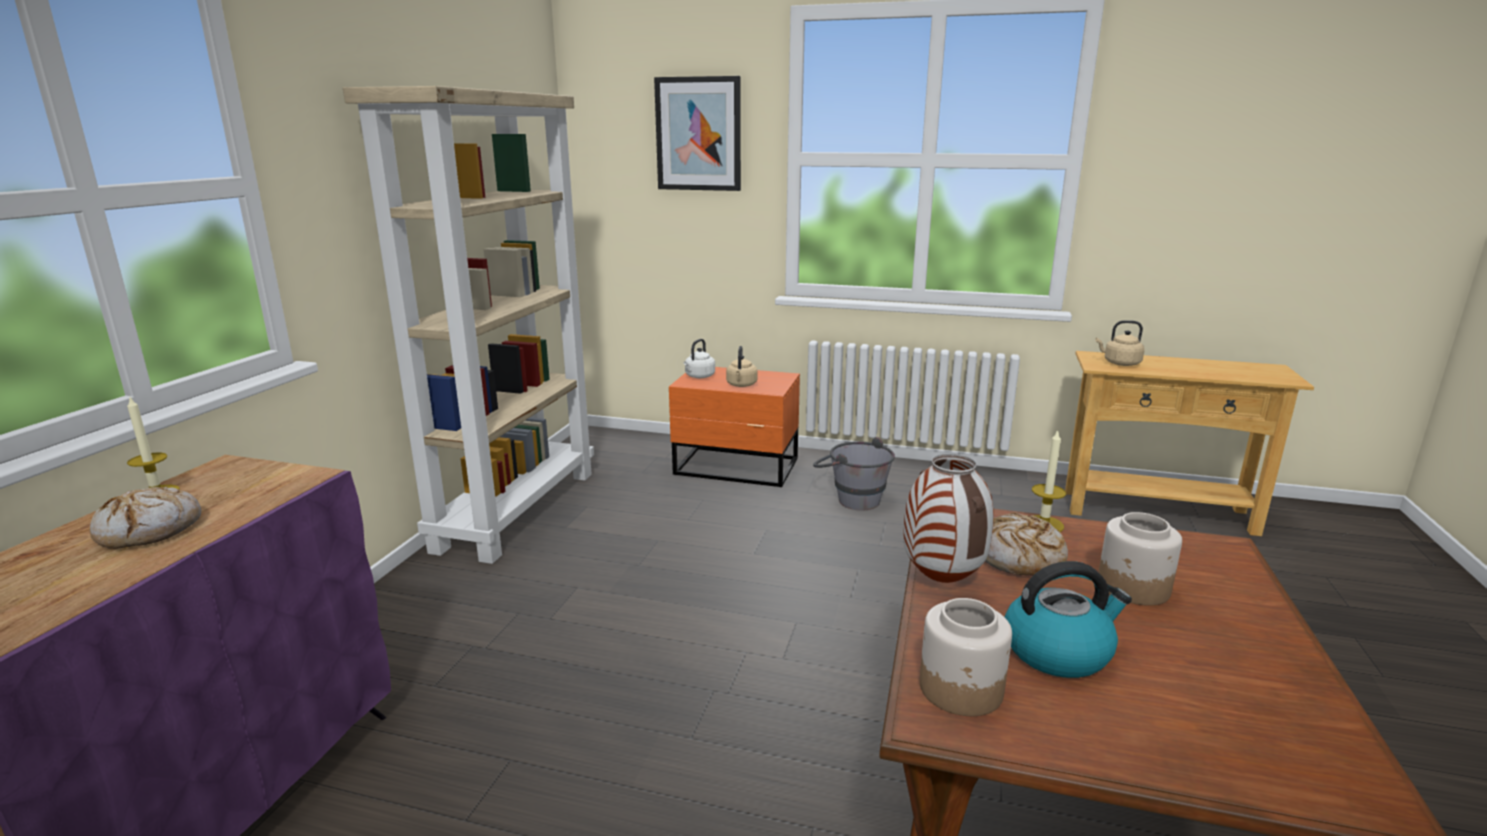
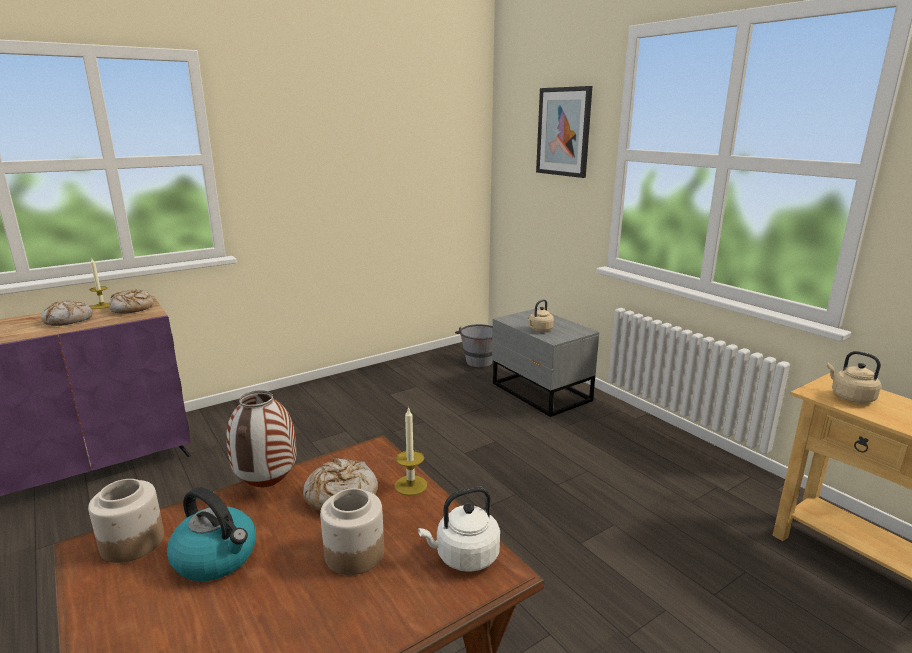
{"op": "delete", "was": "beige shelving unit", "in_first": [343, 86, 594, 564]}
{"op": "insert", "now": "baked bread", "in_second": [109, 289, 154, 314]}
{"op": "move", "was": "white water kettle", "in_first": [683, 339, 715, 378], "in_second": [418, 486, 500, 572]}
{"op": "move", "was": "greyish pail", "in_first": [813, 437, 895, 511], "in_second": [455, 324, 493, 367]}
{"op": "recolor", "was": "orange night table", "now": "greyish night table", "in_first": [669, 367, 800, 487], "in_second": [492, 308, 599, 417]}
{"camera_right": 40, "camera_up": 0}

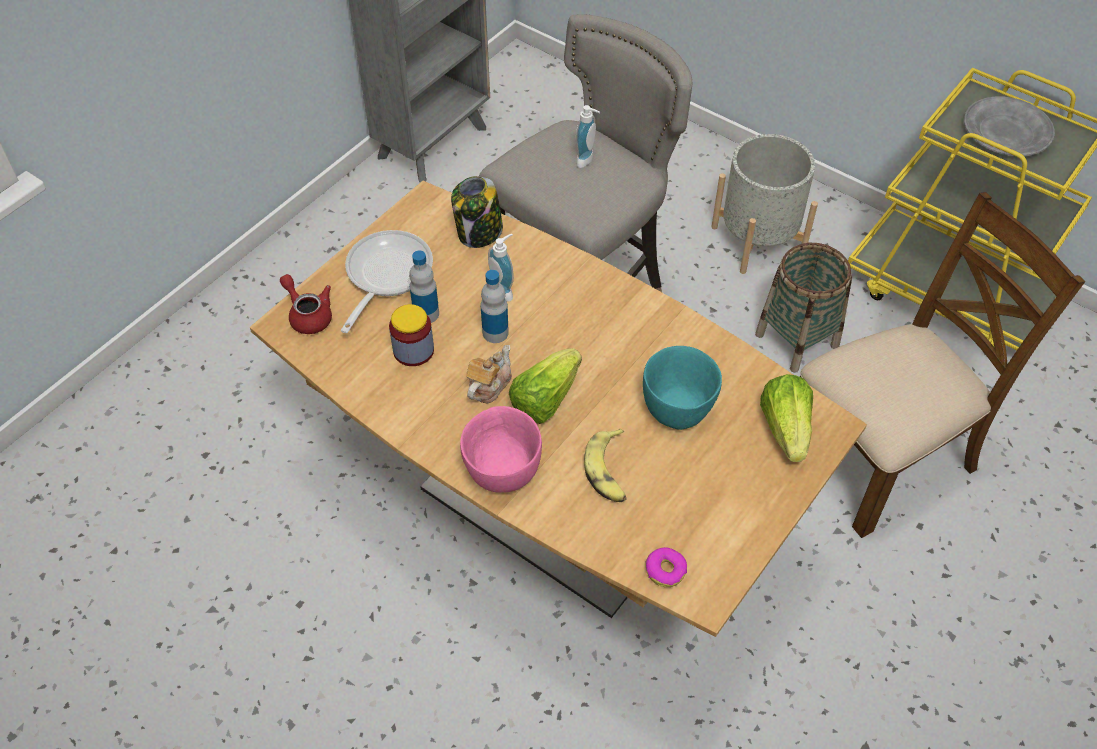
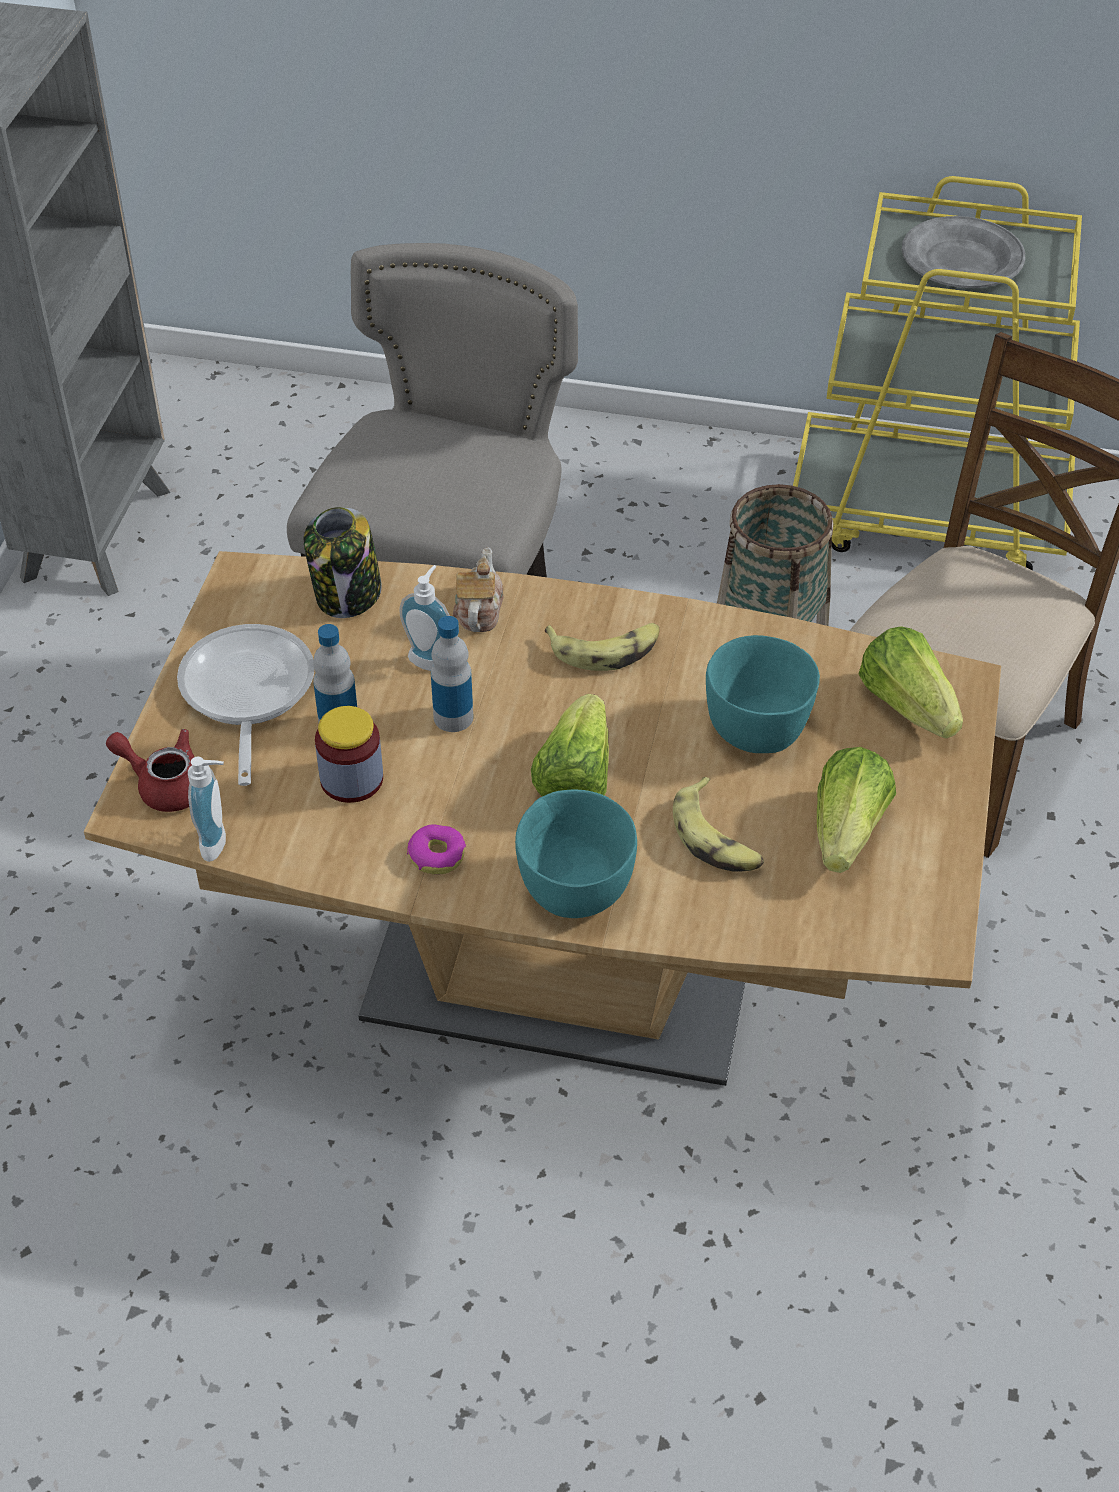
{"op": "delete", "was": "greyish planter", "in_first": [711, 134, 818, 274]}
{"op": "insert", "now": "whole banana", "in_second": [545, 623, 660, 671]}
{"op": "insert", "now": "head of lettuce", "in_second": [817, 747, 896, 873]}
{"op": "move", "was": "pot for tea", "in_first": [466, 345, 512, 403], "in_second": [453, 547, 503, 632]}
{"op": "move", "was": "liquid soap bottle", "in_first": [576, 105, 600, 168], "in_second": [188, 757, 226, 862]}
{"op": "move", "was": "doughnut", "in_first": [646, 547, 687, 587], "in_second": [407, 824, 466, 875]}
{"op": "recolor", "was": "pink-coloured serving bowl", "now": "blue-green serving bowl", "in_first": [460, 406, 542, 493], "in_second": [515, 790, 637, 918]}
{"camera_right": -25, "camera_up": -5}

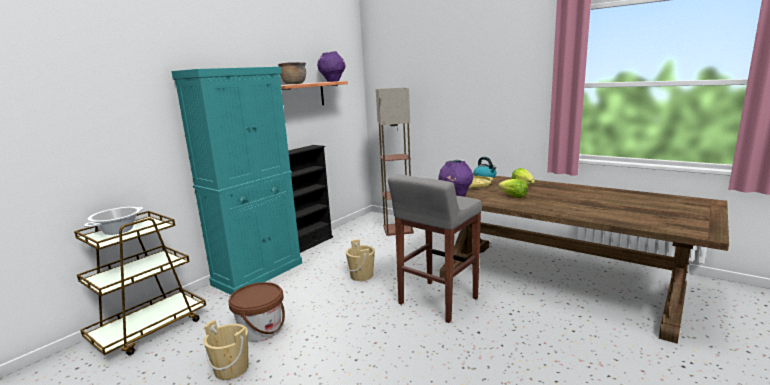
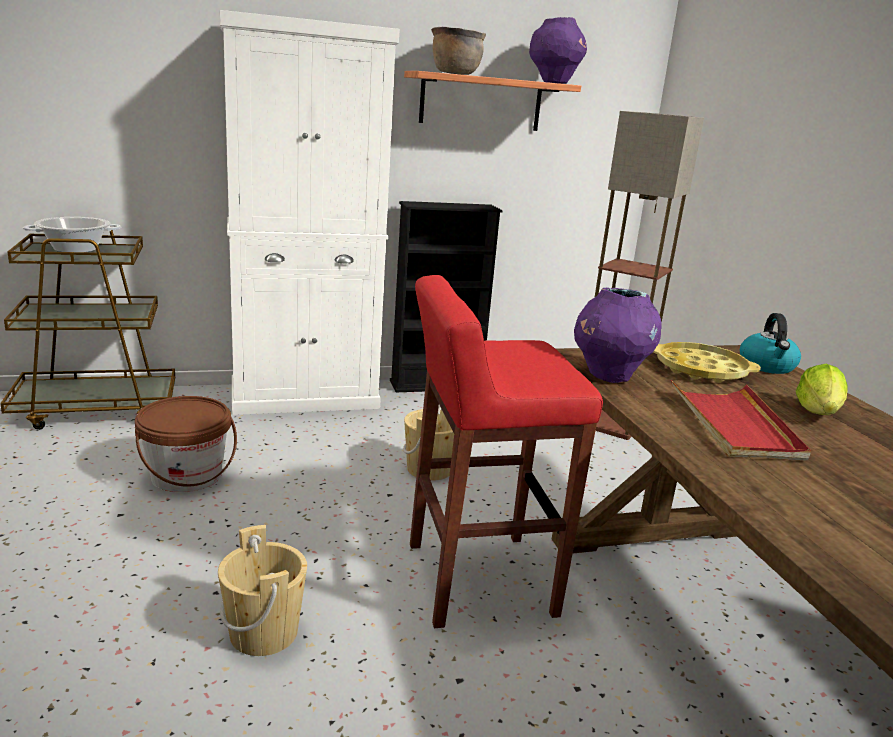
{"op": "move", "was": "beige pail", "in_first": [203, 320, 249, 380], "in_second": [218, 525, 307, 656]}
{"op": "replace", "was": "head of lettuce", "now": "red tray", "in_first": [498, 179, 528, 198], "in_second": [671, 380, 811, 461]}
{"op": "recolor", "was": "blue-green cupboard", "now": "white cupboard", "in_first": [171, 67, 302, 295], "in_second": [220, 10, 400, 415]}
{"op": "recolor", "was": "greyish sitting stool", "now": "red sitting stool", "in_first": [388, 174, 482, 323], "in_second": [410, 275, 603, 628]}
{"camera_right": 35, "camera_up": 5}

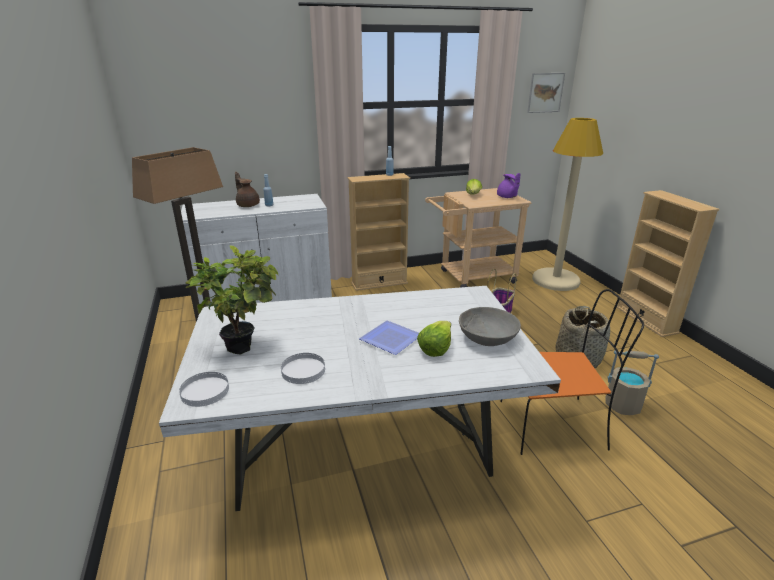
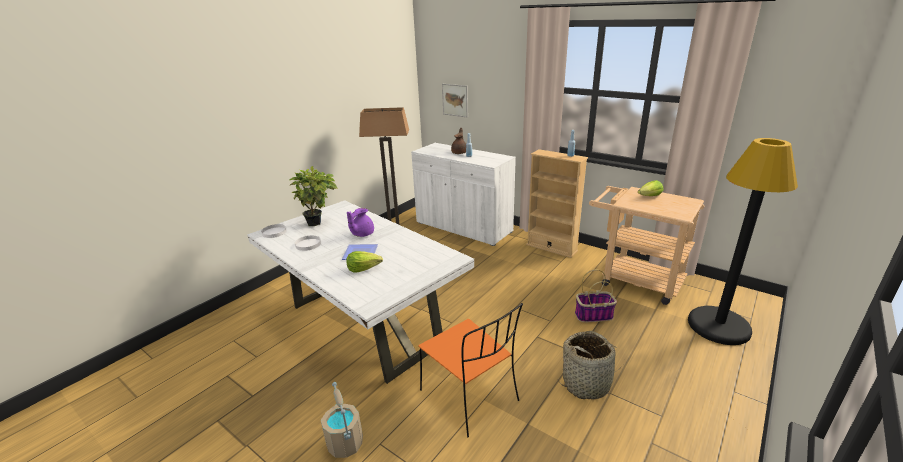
{"op": "delete", "was": "greyish serving bowl", "in_first": [459, 307, 521, 346]}
{"op": "delete", "was": "beige shelving unit", "in_first": [616, 190, 719, 337]}
{"op": "move", "was": "purplish pot for tea", "in_first": [497, 173, 521, 198], "in_second": [347, 208, 374, 237]}
{"op": "move", "was": "picture", "in_first": [527, 73, 565, 113], "in_second": [442, 84, 468, 117]}
{"op": "move", "was": "beige pail", "in_first": [605, 350, 659, 415], "in_second": [321, 382, 363, 458]}
{"op": "recolor", "was": "beige standing lamp", "now": "blackish standing lamp", "in_first": [532, 118, 603, 291], "in_second": [688, 138, 798, 345]}
{"camera_right": 55, "camera_up": 0}

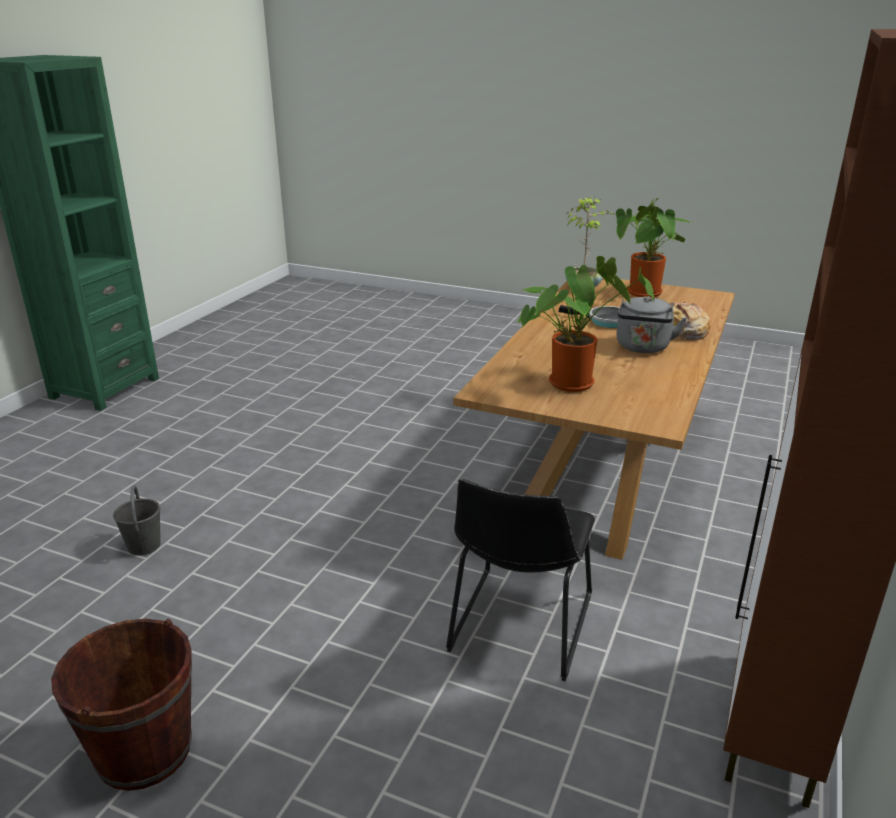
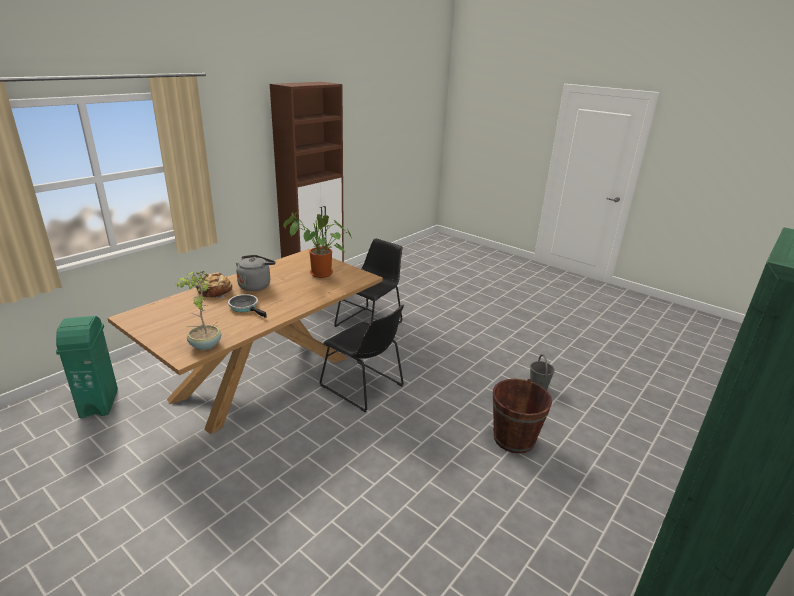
{"op": "delete", "was": "plant in a pot", "in_first": [616, 198, 692, 298]}
{"op": "insert", "now": "green-coloured rubbish bin", "in_second": [56, 316, 118, 419]}
{"op": "insert", "now": "blackish upright chair", "in_second": [319, 305, 404, 412]}
{"op": "move", "was": "brown-coloured pail", "in_first": [51, 619, 192, 791], "in_second": [493, 379, 552, 454]}
{"camera_right": -165, "camera_up": 0}

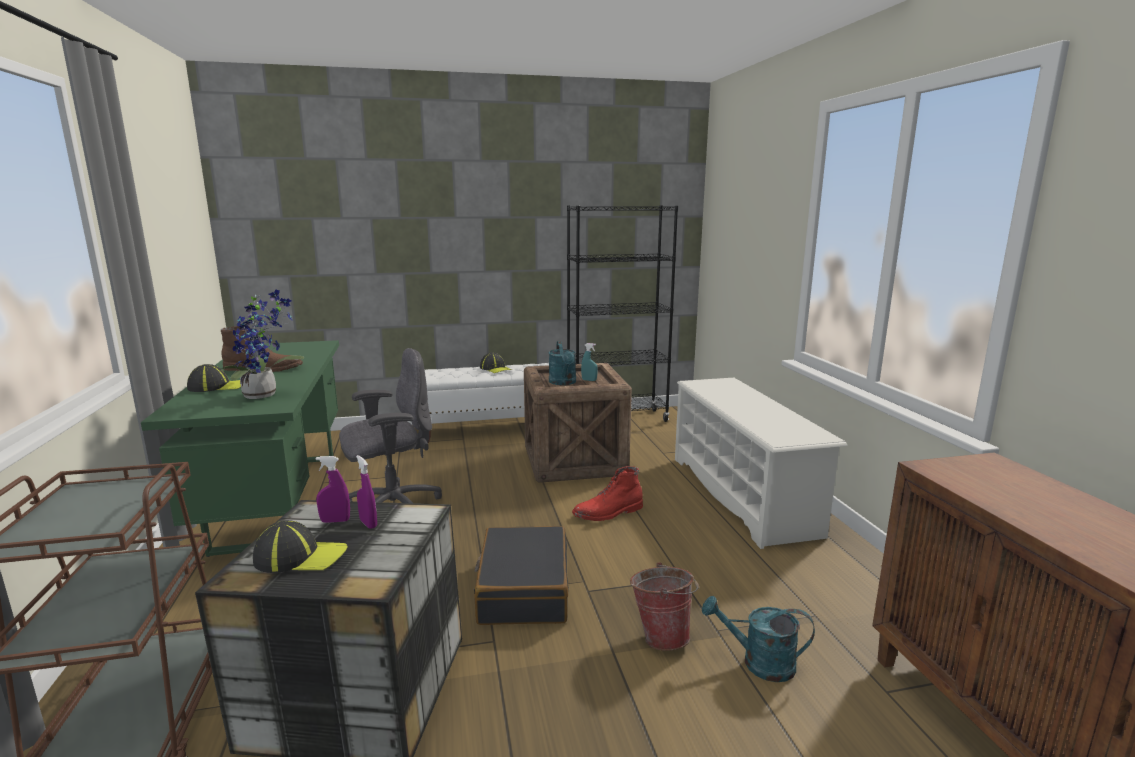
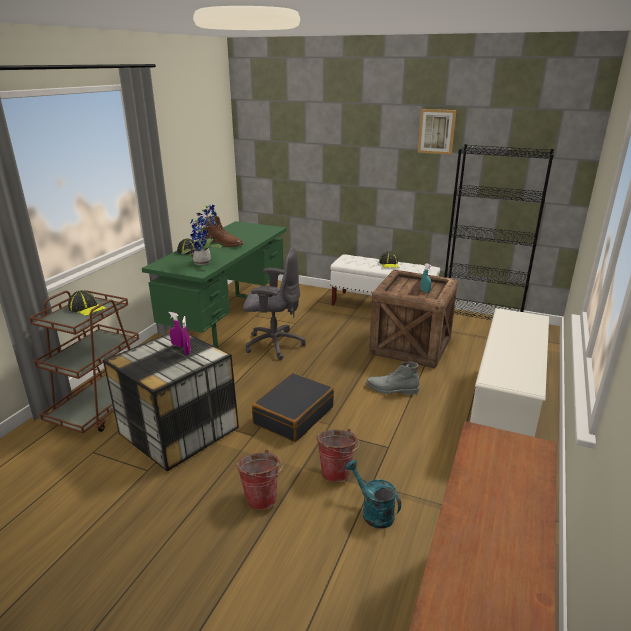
{"op": "delete", "was": "blue-green watering pot", "in_first": [548, 341, 576, 385]}
{"op": "insert", "now": "pail", "in_second": [236, 450, 283, 510]}
{"op": "insert", "now": "picture", "in_second": [417, 109, 456, 155]}
{"op": "move", "was": "peaked cap", "in_first": [253, 520, 348, 573], "in_second": [68, 290, 106, 316]}
{"op": "recolor", "was": "red boot", "now": "greyish boot", "in_first": [572, 466, 643, 521], "in_second": [366, 362, 420, 395]}
{"camera_right": 35, "camera_up": 10}

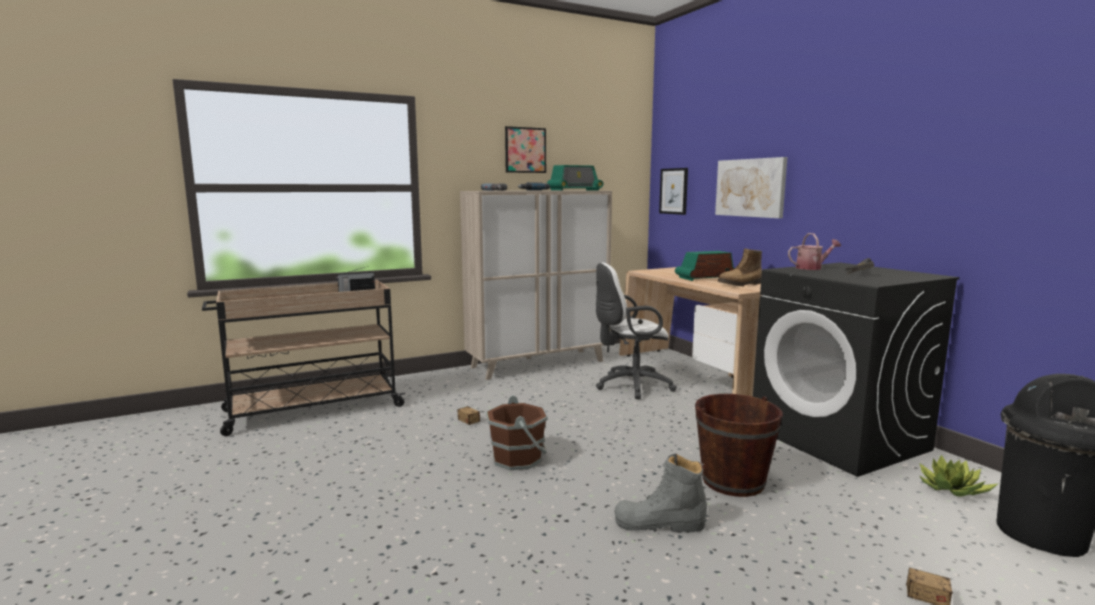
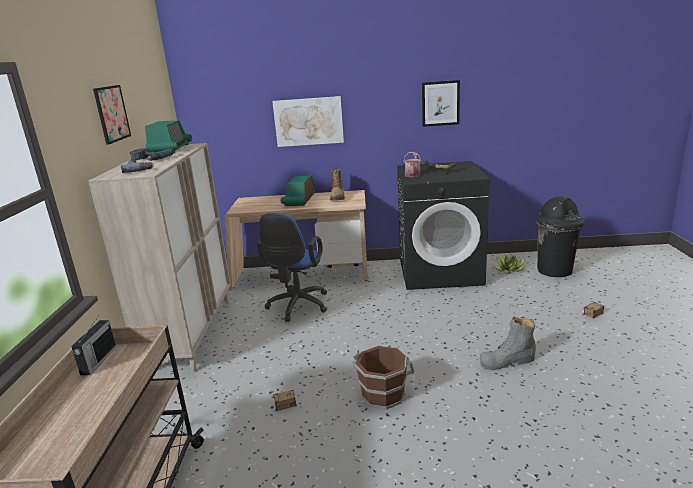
{"op": "delete", "was": "brown-coloured pail", "in_first": [695, 394, 782, 497]}
{"op": "move", "was": "picture", "in_first": [659, 168, 688, 215], "in_second": [422, 80, 460, 127]}
{"op": "recolor", "was": "white office chair", "now": "blue office chair", "in_first": [596, 263, 677, 399], "in_second": [257, 213, 327, 322]}
{"op": "rotate", "was": "greyish boot", "in_first": [614, 454, 707, 533], "in_second": [480, 316, 536, 370], "clockwise": 45}
{"camera_right": -60, "camera_up": 10}

